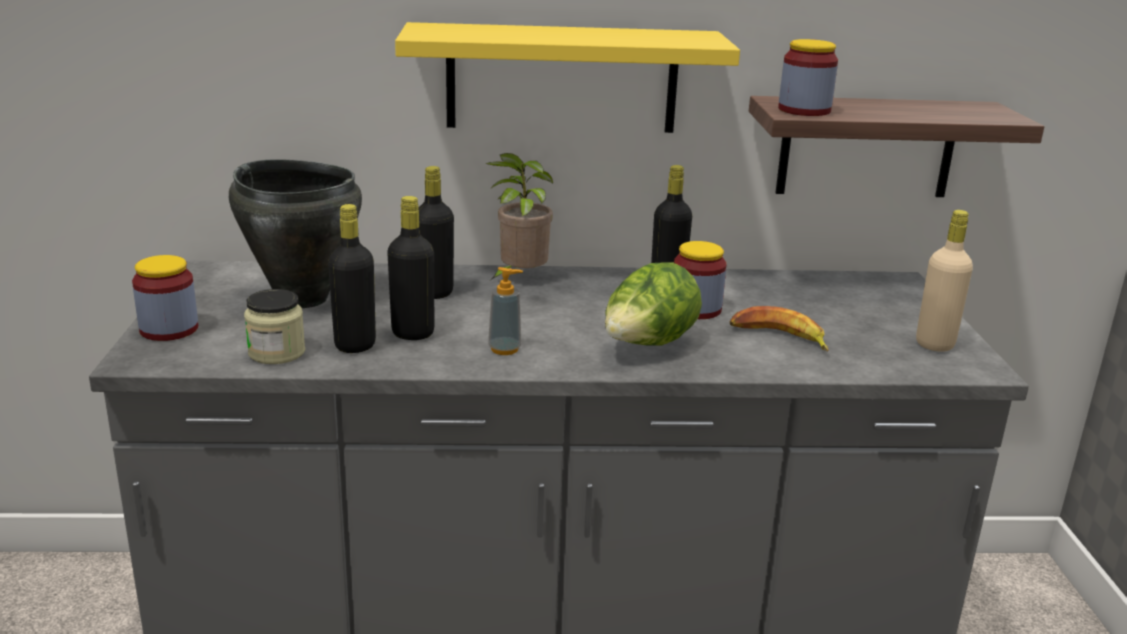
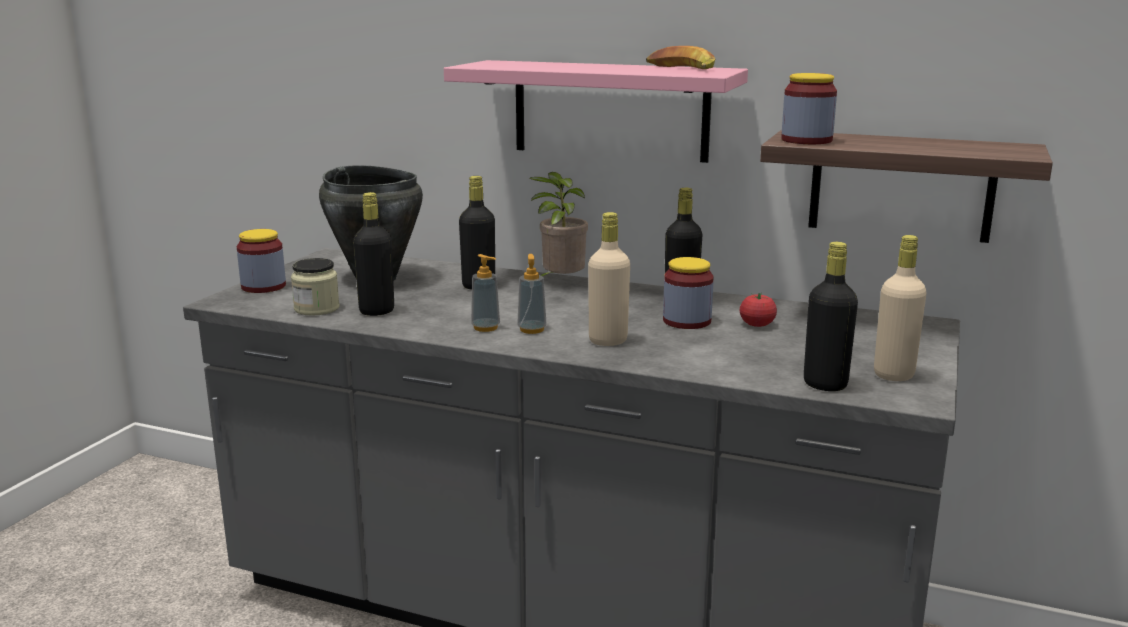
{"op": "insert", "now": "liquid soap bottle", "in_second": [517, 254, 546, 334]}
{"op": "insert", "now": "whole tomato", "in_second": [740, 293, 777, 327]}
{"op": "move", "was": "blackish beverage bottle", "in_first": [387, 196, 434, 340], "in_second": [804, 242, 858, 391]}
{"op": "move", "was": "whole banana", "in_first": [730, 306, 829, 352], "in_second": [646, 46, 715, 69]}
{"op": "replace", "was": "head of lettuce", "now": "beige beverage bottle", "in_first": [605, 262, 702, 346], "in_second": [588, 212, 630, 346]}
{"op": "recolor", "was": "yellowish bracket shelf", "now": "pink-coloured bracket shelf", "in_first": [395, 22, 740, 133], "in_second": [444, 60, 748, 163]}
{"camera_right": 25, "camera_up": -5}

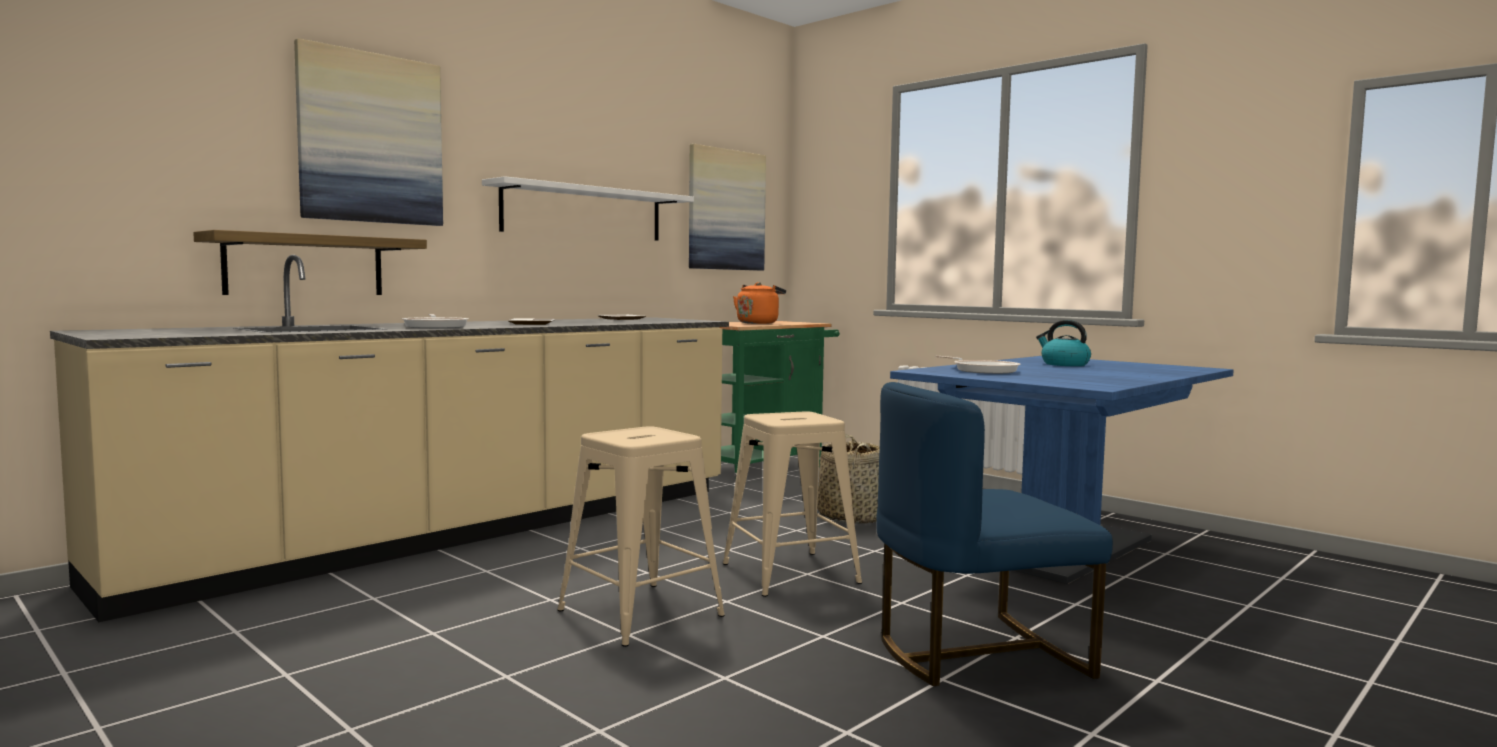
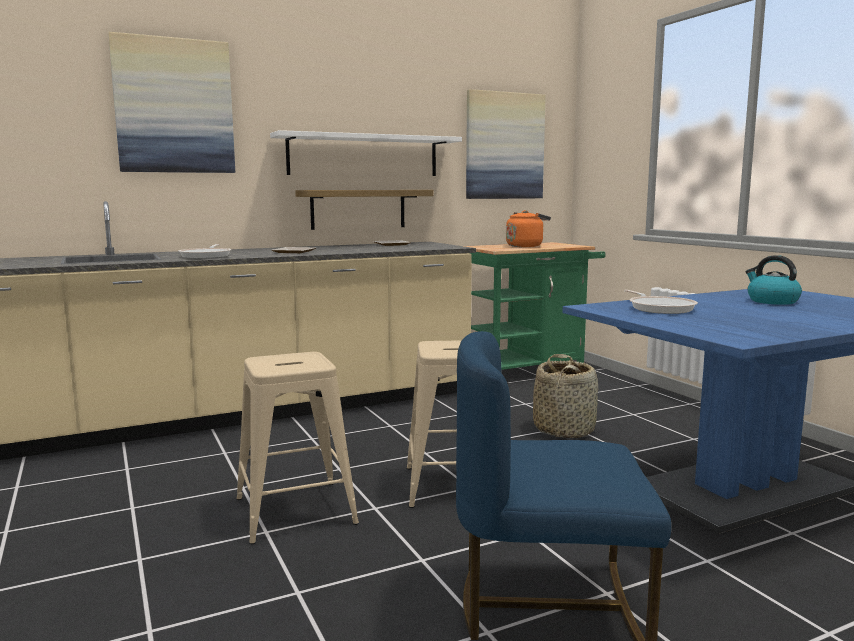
{"op": "move", "was": "bracket shelf", "in_first": [193, 230, 427, 295], "in_second": [295, 190, 434, 230]}
{"camera_right": 20, "camera_up": 5}

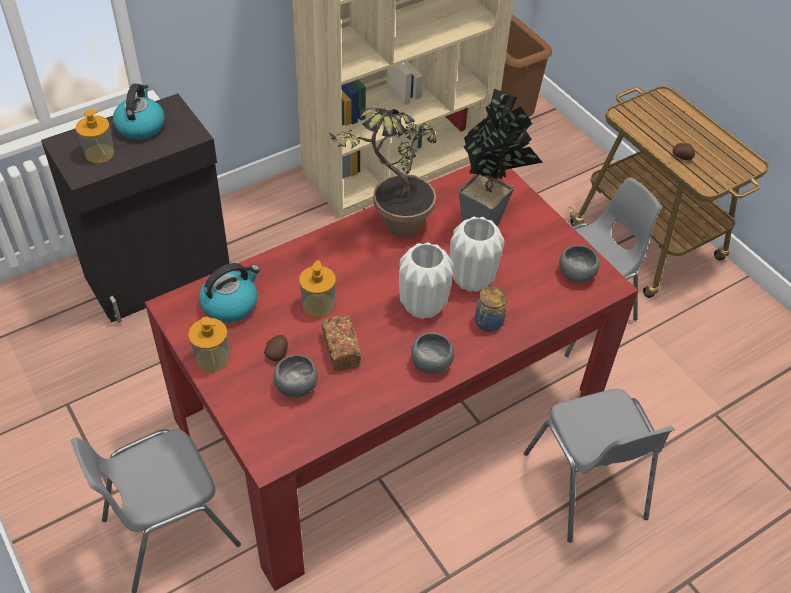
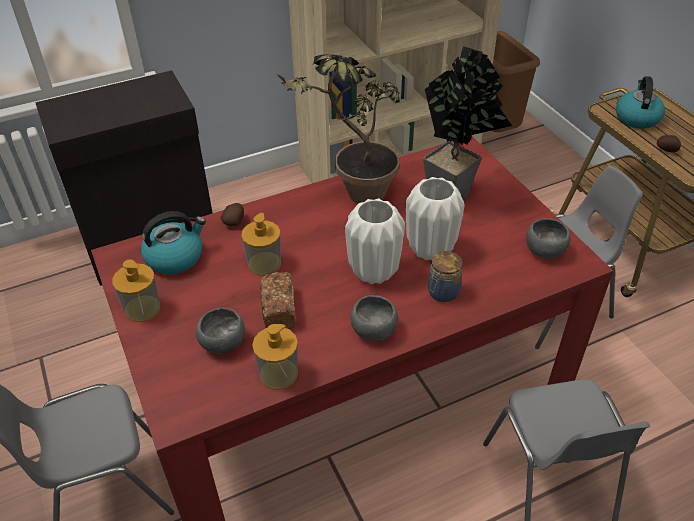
{"op": "move", "was": "liquid soap bottle", "in_first": [76, 110, 114, 163], "in_second": [252, 324, 298, 390]}
{"op": "move", "was": "water kettle", "in_first": [113, 84, 165, 140], "in_second": [616, 76, 665, 129]}
{"op": "move", "was": "spud", "in_first": [264, 335, 288, 361], "in_second": [221, 203, 244, 226]}
{"camera_right": 10, "camera_up": -5}

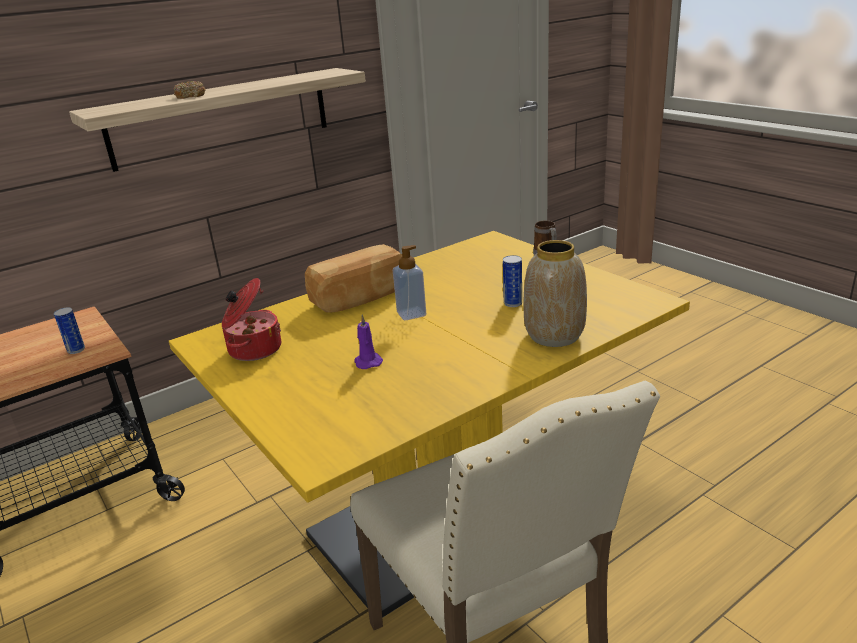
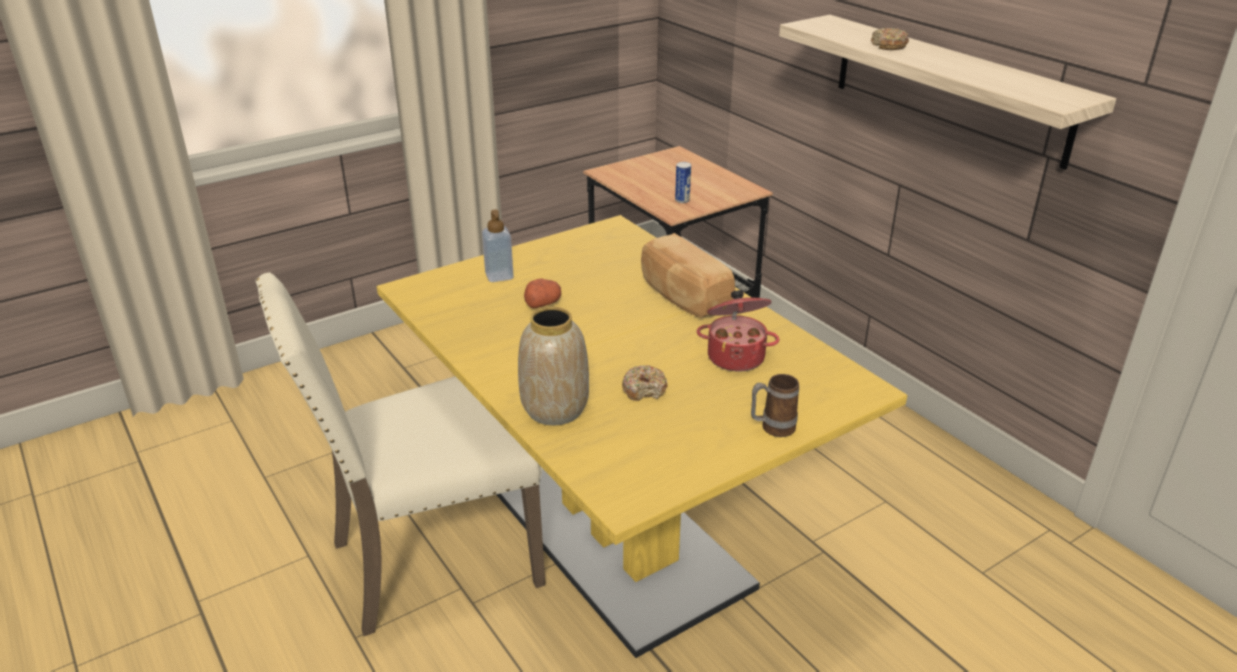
{"op": "move", "was": "saucepot", "in_first": [222, 278, 281, 361], "in_second": [697, 290, 780, 371]}
{"op": "move", "was": "liquid soap bottle", "in_first": [393, 245, 426, 320], "in_second": [482, 209, 514, 282]}
{"op": "replace", "was": "purplish wax light", "now": "spud", "in_first": [354, 314, 383, 369], "in_second": [524, 278, 561, 308]}
{"op": "replace", "was": "metal can", "now": "doughnut", "in_first": [503, 255, 522, 307], "in_second": [622, 365, 668, 401]}
{"camera_right": 90, "camera_up": 5}

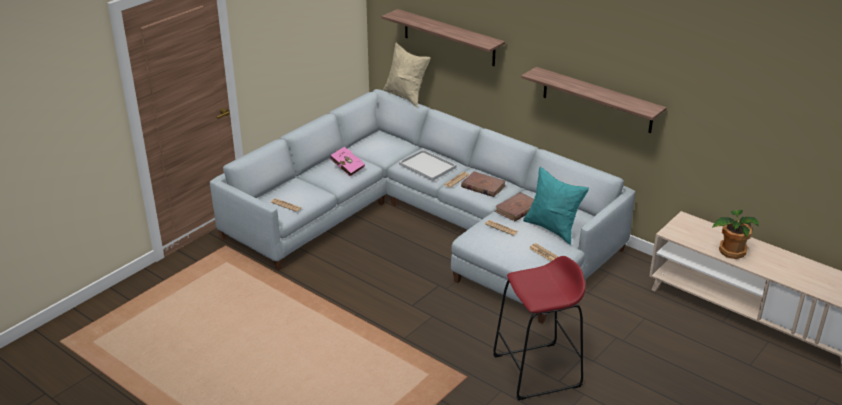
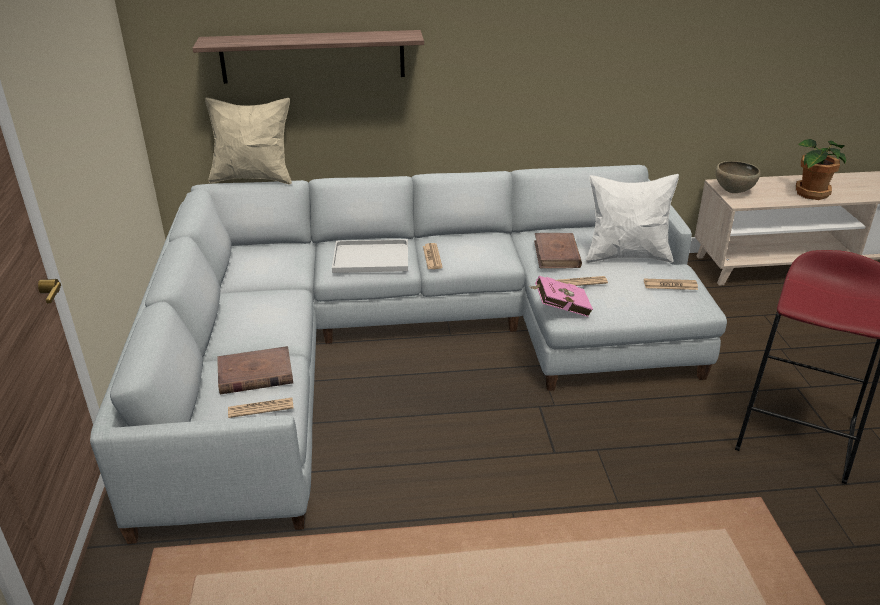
{"op": "delete", "was": "bracket shelf", "in_first": [521, 67, 666, 133]}
{"op": "insert", "now": "brown-coloured serving bowl", "in_second": [716, 161, 761, 193]}
{"op": "move", "was": "pink-coloured bound book", "in_first": [330, 147, 365, 177], "in_second": [531, 276, 593, 317]}
{"op": "move", "was": "brown-coloured bound book", "in_first": [461, 171, 506, 197], "in_second": [218, 346, 293, 394]}
{"op": "recolor", "was": "blue-green cushion", "now": "white cushion", "in_first": [523, 167, 589, 245], "in_second": [586, 174, 679, 263]}
{"camera_right": -45, "camera_up": 0}

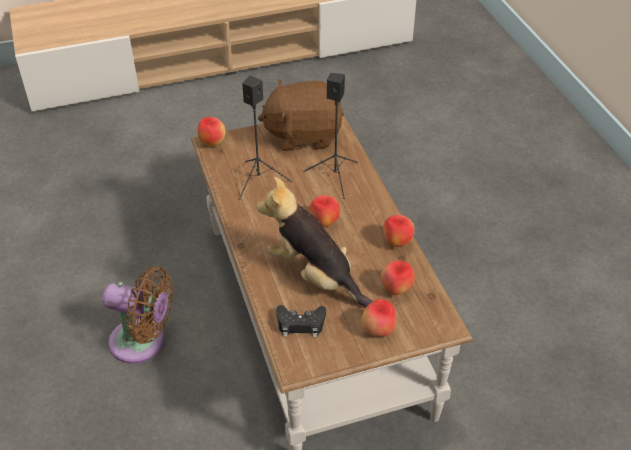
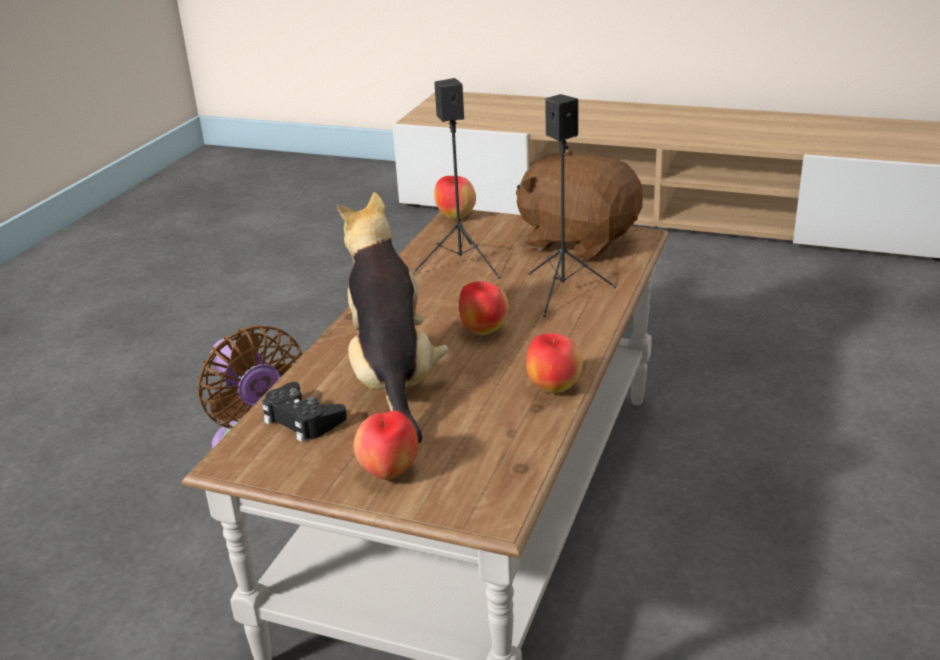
{"op": "delete", "was": "whole apple", "in_first": [381, 260, 415, 296]}
{"camera_right": 40, "camera_up": -15}

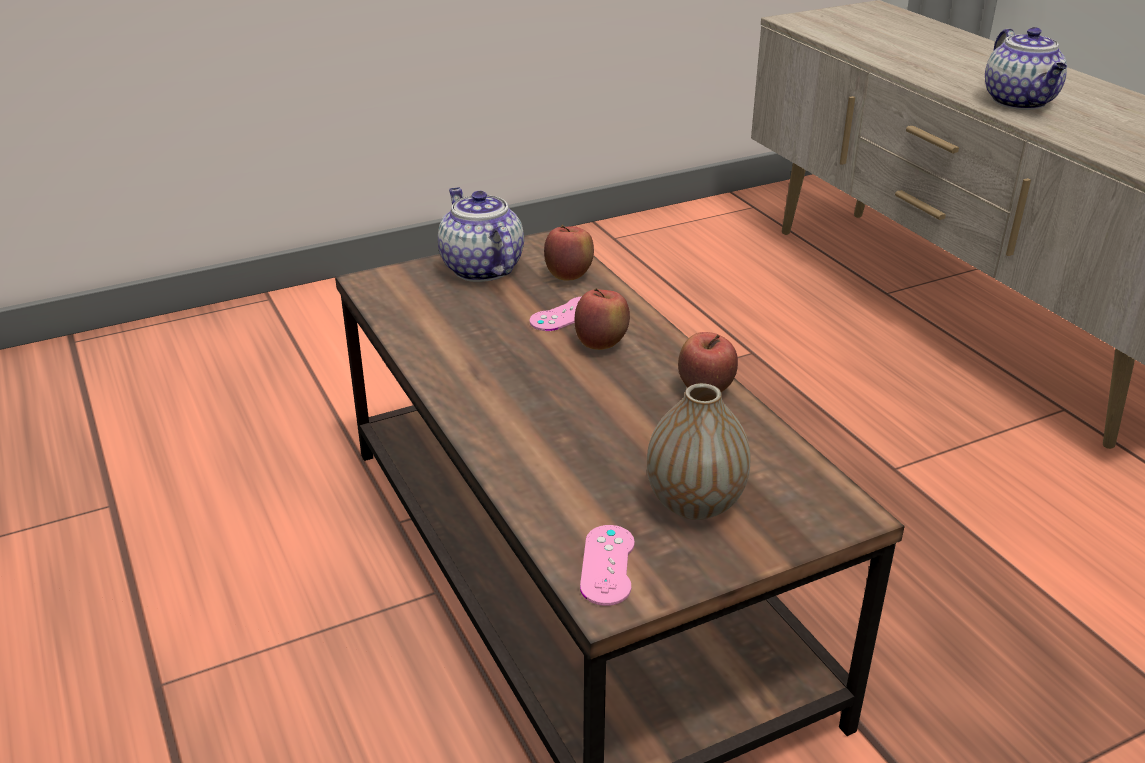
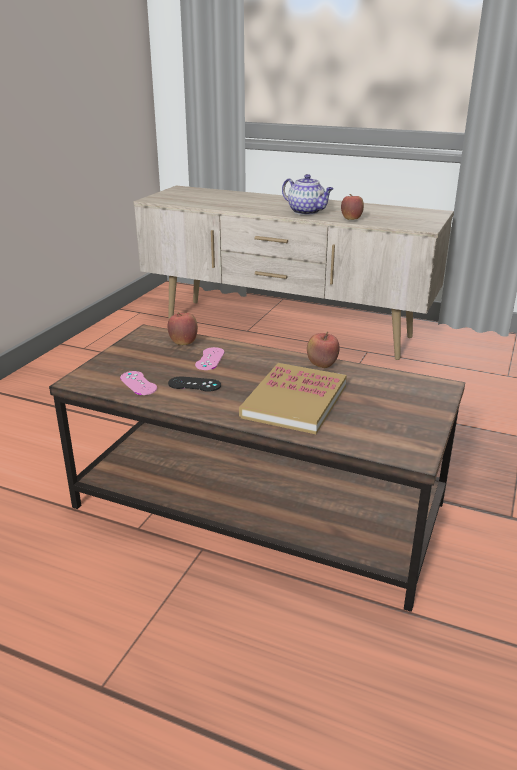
{"op": "delete", "was": "pot for tea", "in_first": [438, 187, 524, 282]}
{"op": "delete", "was": "vase", "in_first": [647, 383, 750, 520]}
{"op": "insert", "now": "blackish joypad", "in_second": [168, 377, 221, 392]}
{"op": "insert", "now": "bound book", "in_second": [239, 363, 347, 434]}
{"op": "move", "was": "whole apple", "in_first": [575, 288, 630, 350], "in_second": [341, 194, 364, 220]}
{"op": "move", "was": "pink-coloured joypad", "in_first": [580, 525, 635, 606], "in_second": [120, 371, 157, 395]}
{"camera_right": -40, "camera_up": -5}

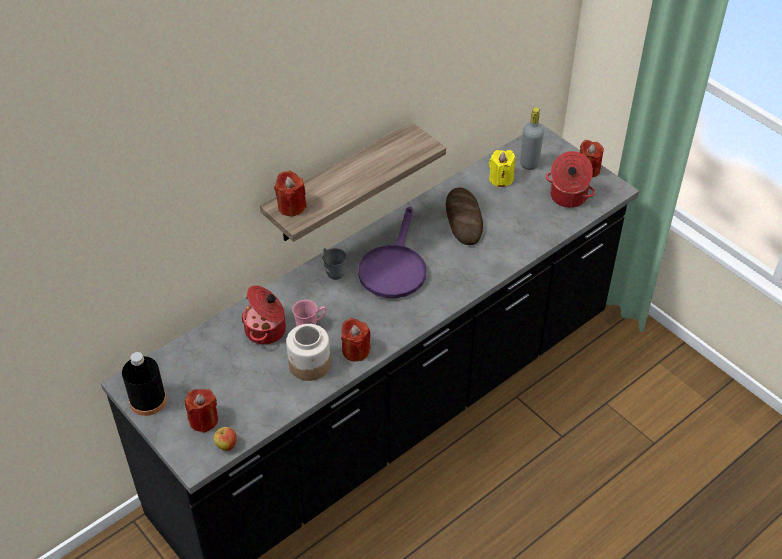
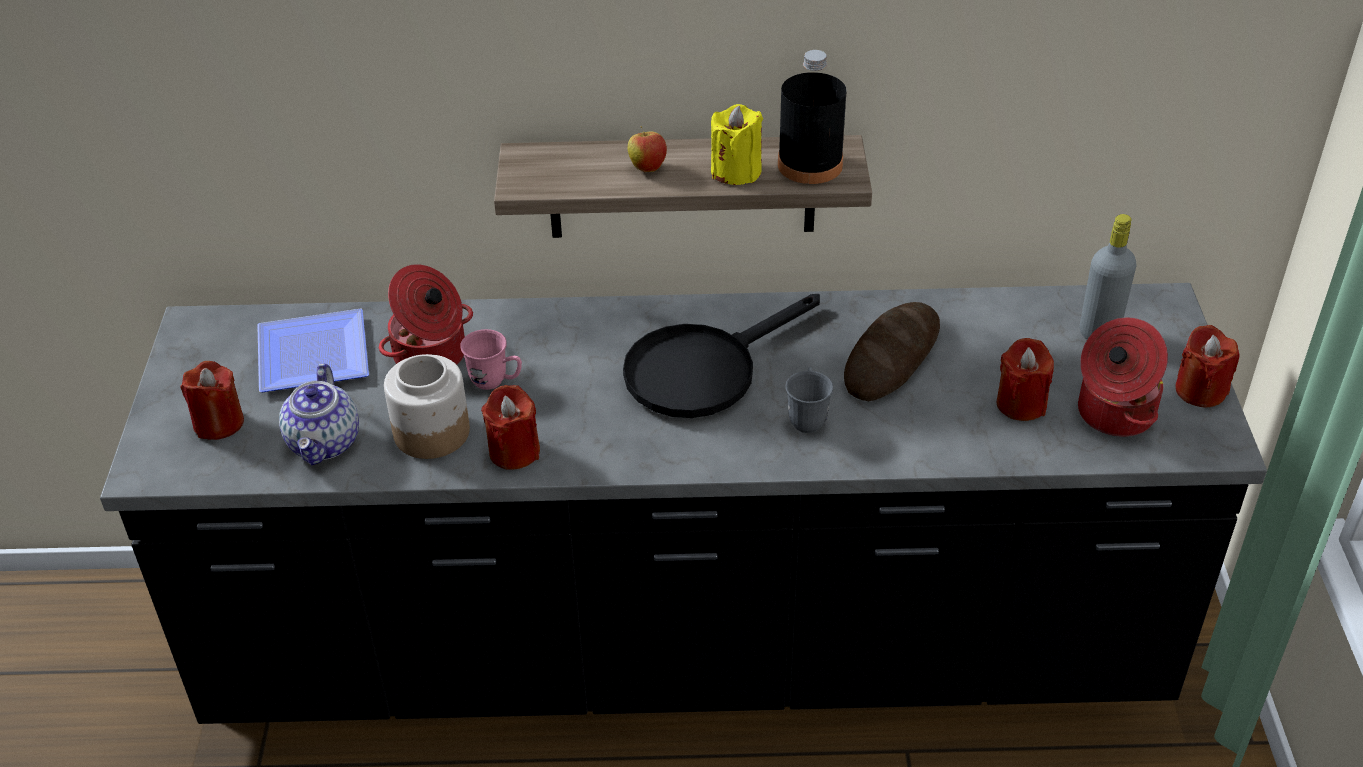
{"op": "insert", "now": "dinner plate", "in_second": [257, 309, 369, 392]}
{"op": "insert", "now": "pot for tea", "in_second": [279, 363, 359, 465]}
{"op": "move", "was": "blackish beverage bottle", "in_first": [122, 352, 167, 416], "in_second": [778, 50, 846, 184]}
{"op": "move", "was": "whole apple", "in_first": [214, 427, 237, 451], "in_second": [628, 126, 667, 172]}
{"op": "move", "was": "red wax light", "in_first": [274, 171, 307, 216], "in_second": [997, 338, 1054, 421]}
{"op": "move", "was": "greyish coffee mug", "in_first": [323, 248, 347, 280], "in_second": [785, 367, 833, 433]}
{"op": "move", "was": "yellowish wax light", "in_first": [489, 150, 515, 187], "in_second": [711, 104, 763, 185]}
{"op": "recolor", "was": "purplish pan", "now": "blackish pan", "in_first": [358, 206, 426, 298], "in_second": [623, 294, 820, 418]}
{"camera_right": 40, "camera_up": -5}

